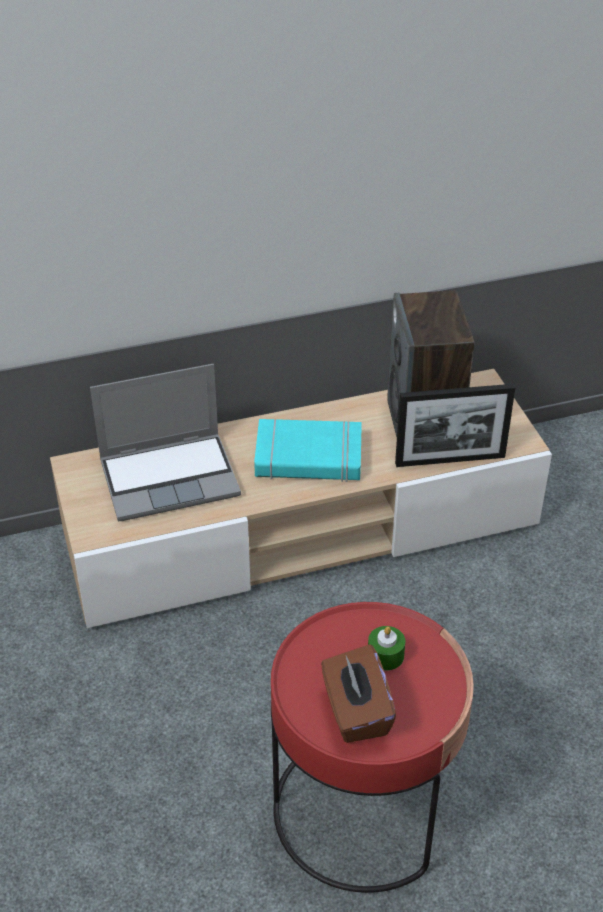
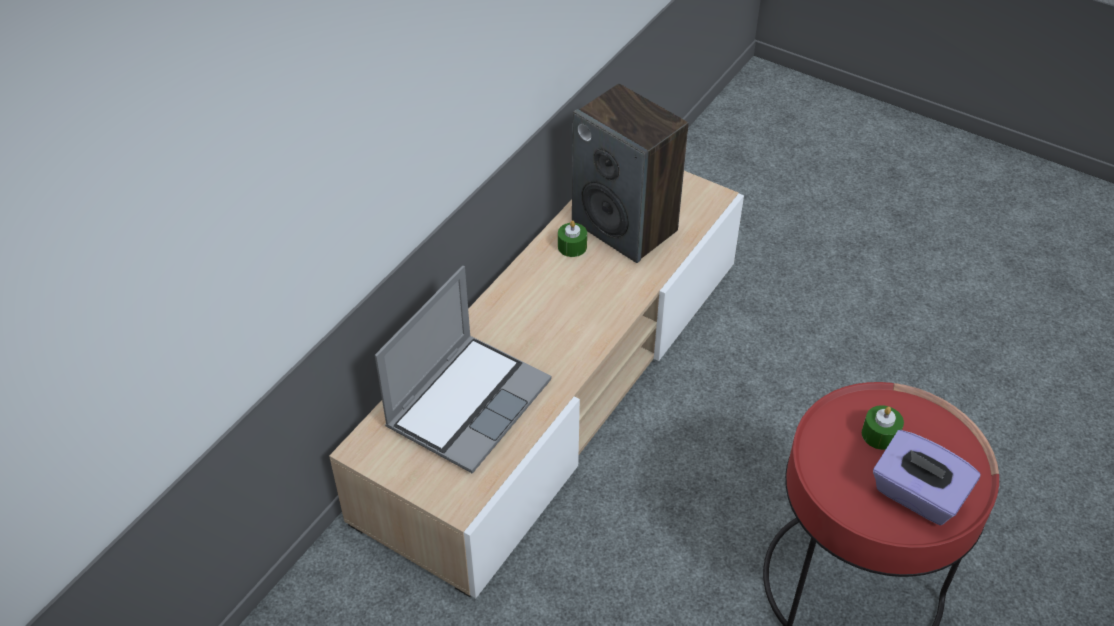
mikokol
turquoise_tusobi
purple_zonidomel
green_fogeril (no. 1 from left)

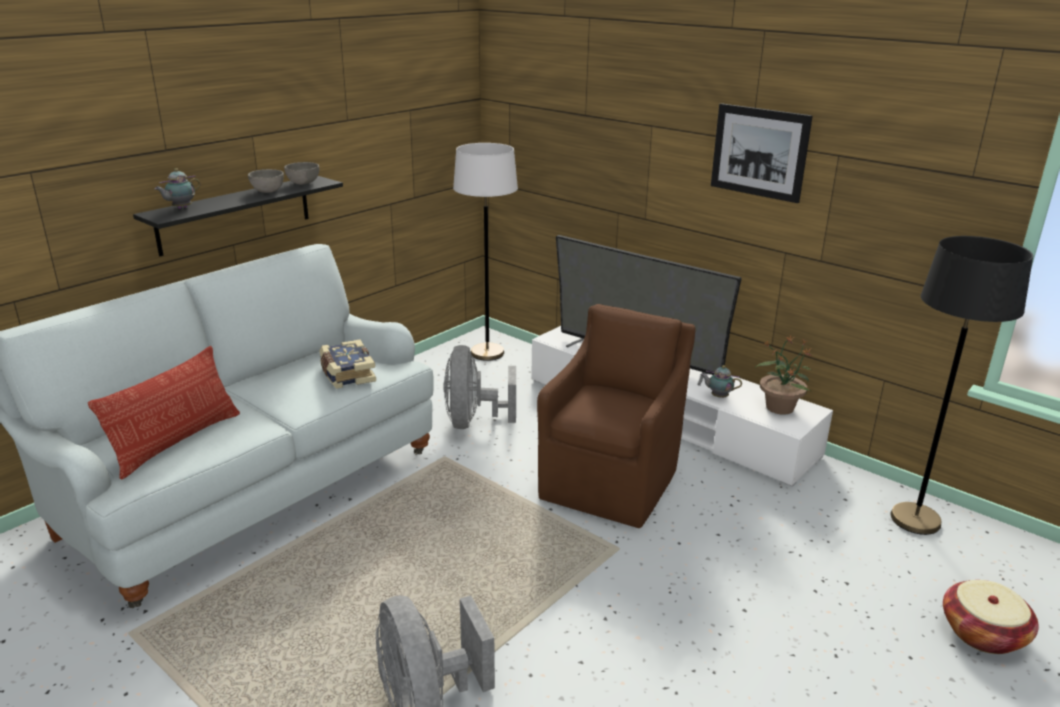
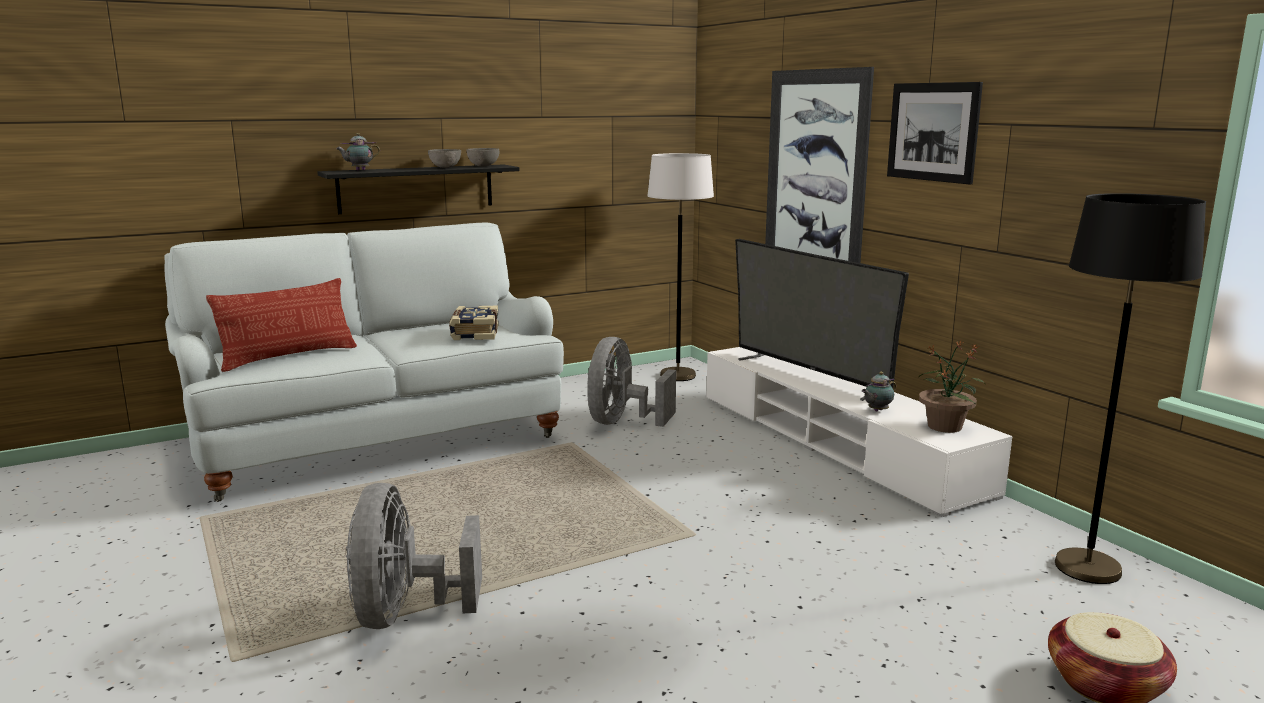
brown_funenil
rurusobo (no. 2 from left)
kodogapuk (no. 1 from left)

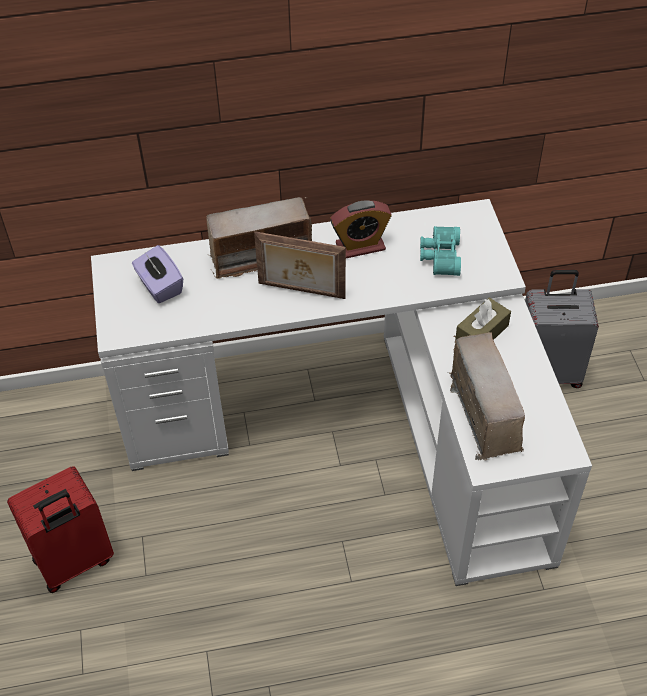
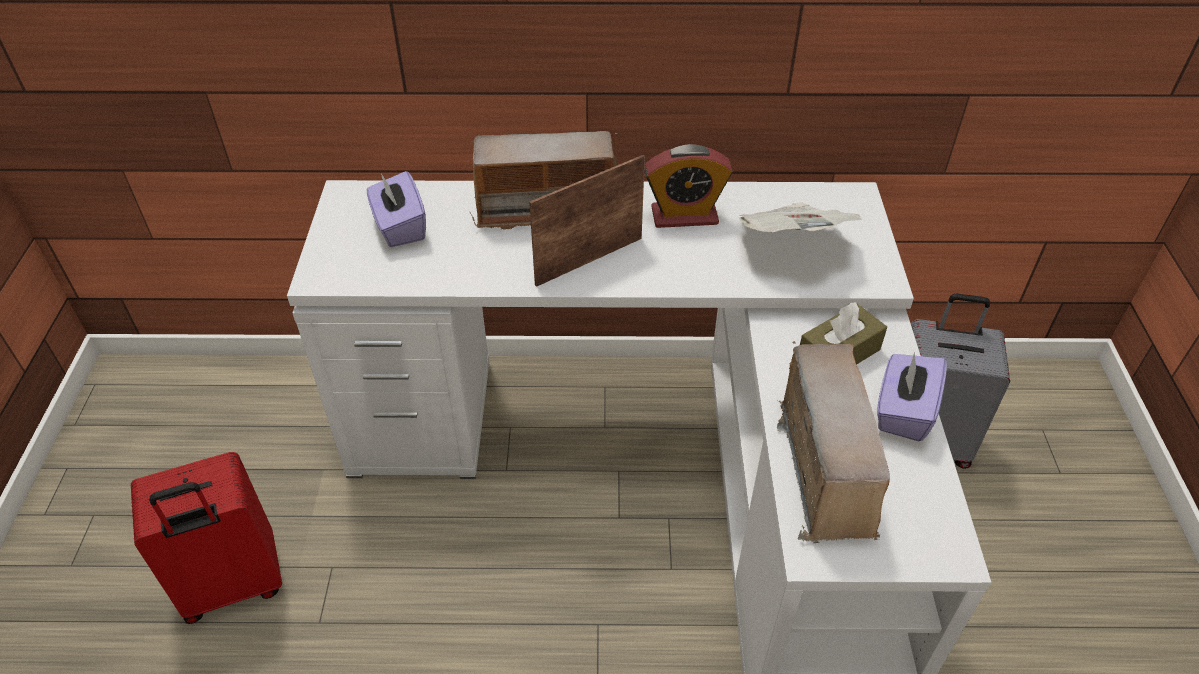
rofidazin
mikokol
purple_zonidomel (no. 2 from left)

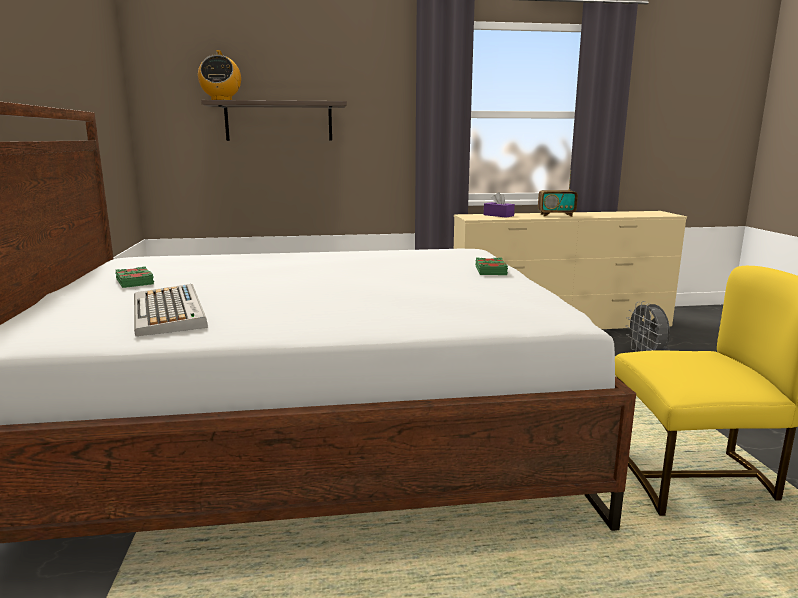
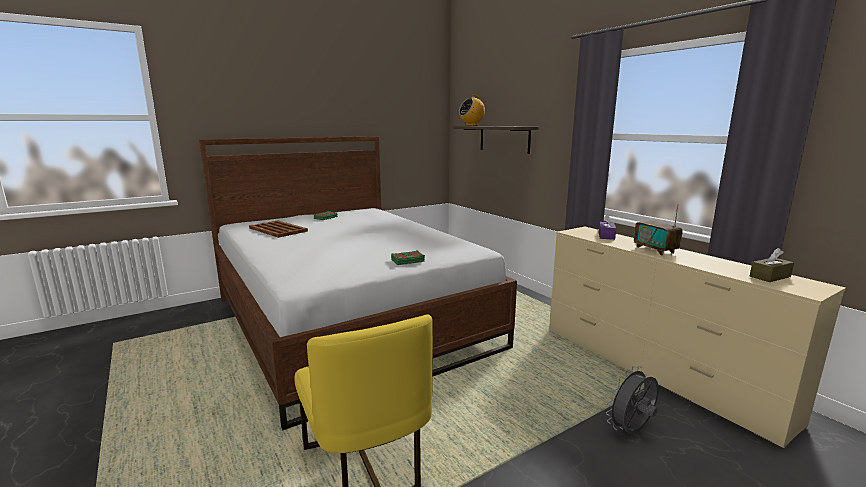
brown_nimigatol
brown_zonidomel

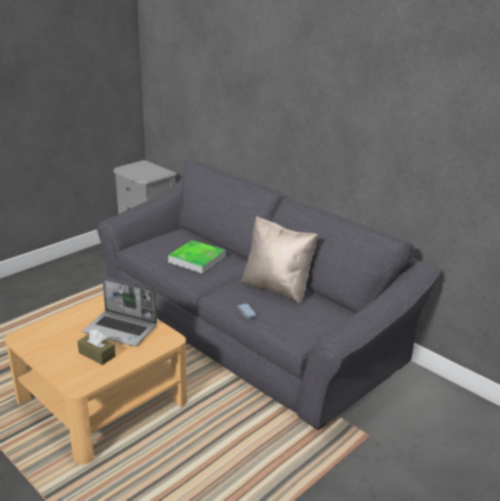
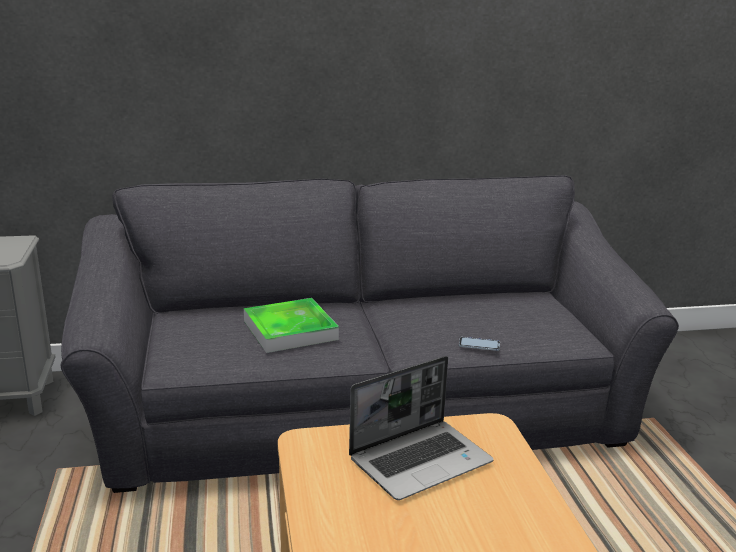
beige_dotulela
brown_zonidomel

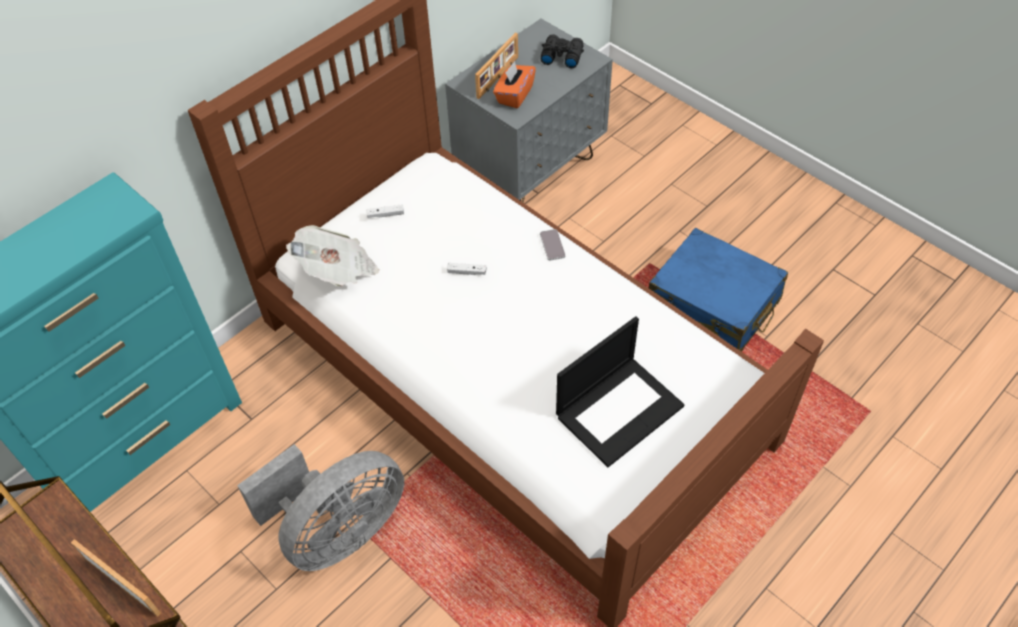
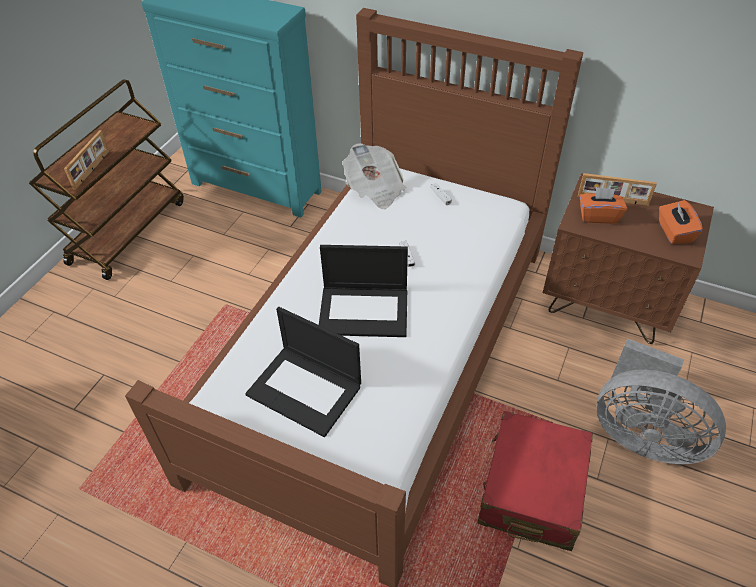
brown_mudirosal
orange_zonidomel (no. 2 from left)
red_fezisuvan
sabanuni
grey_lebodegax
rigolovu (no. 2 from left)

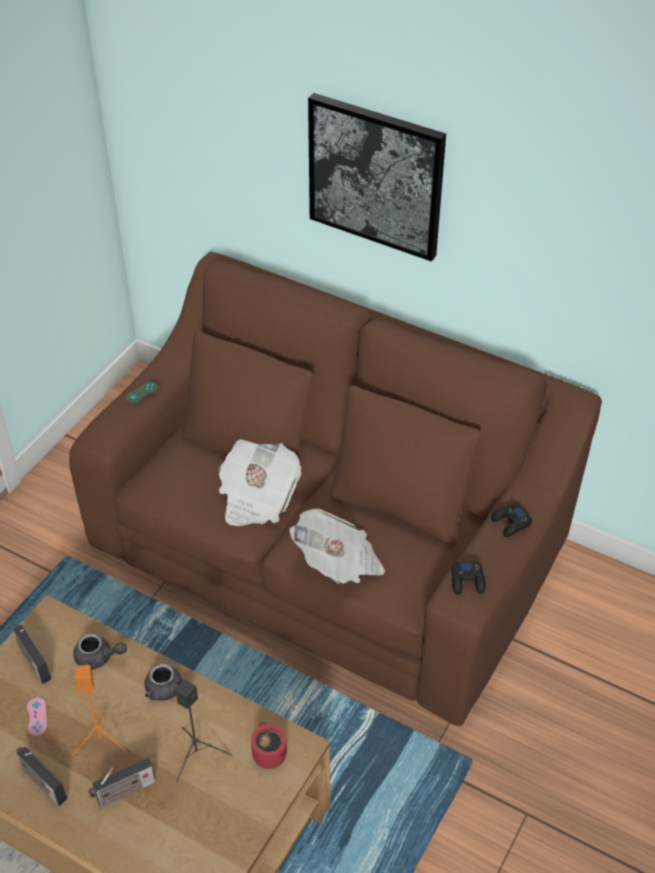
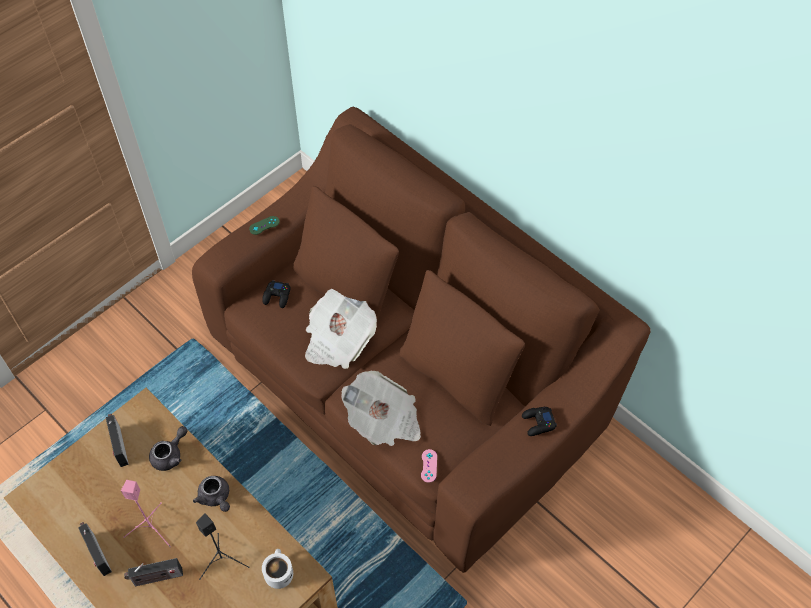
kodogapuk
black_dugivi (no. 1 from left)
grey_rurusobo (no. 1 from left)
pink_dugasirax
pink_dugivi
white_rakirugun

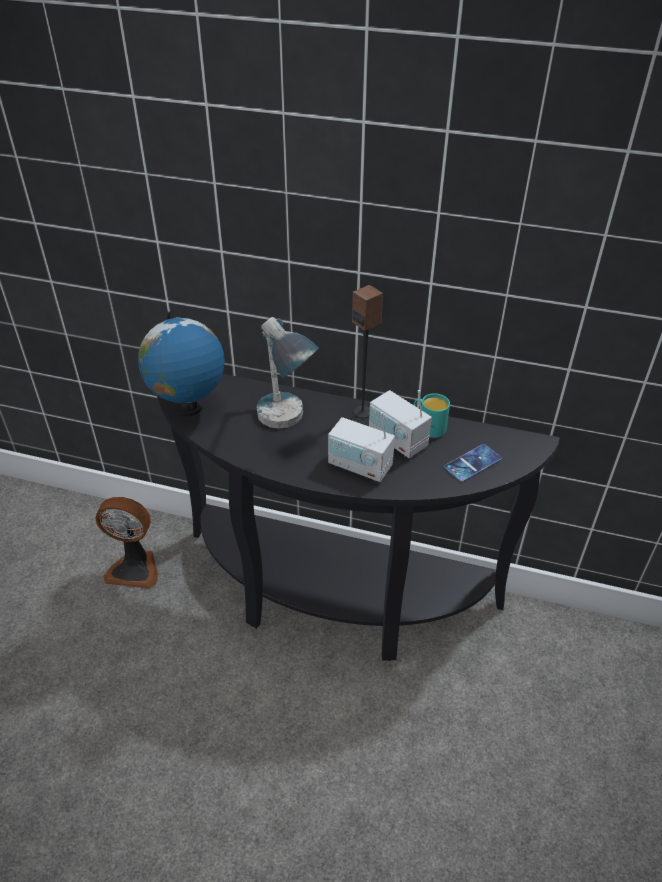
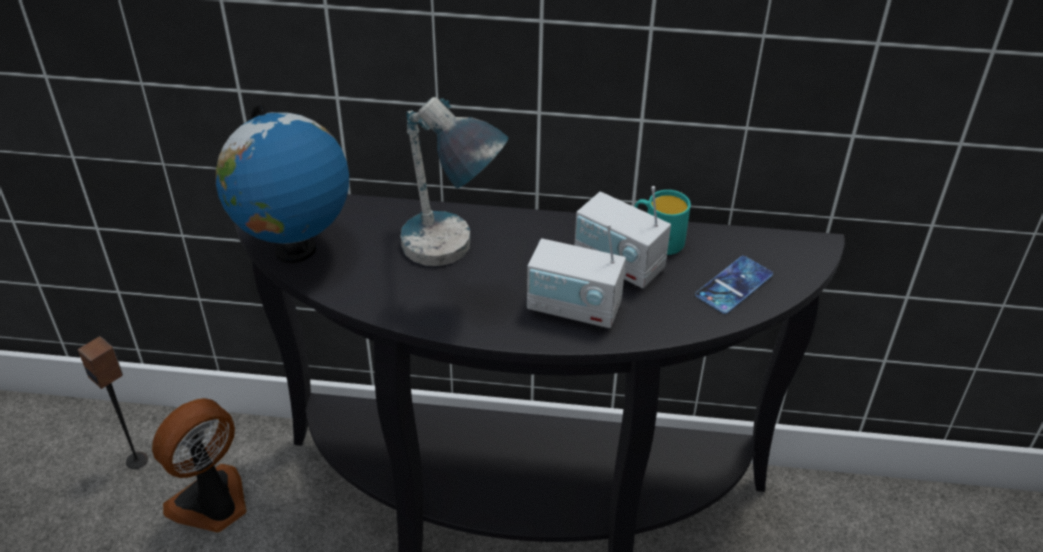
dugasirax
lebodegax

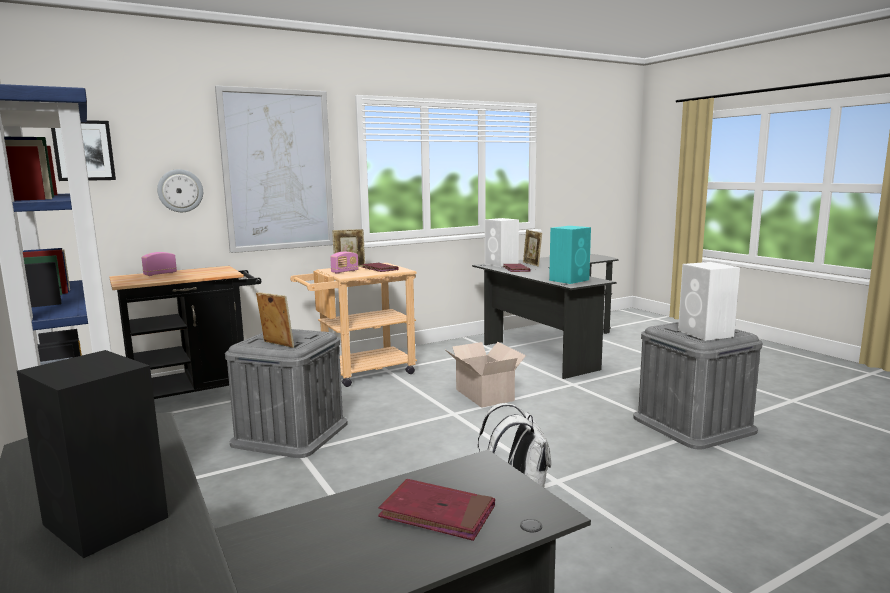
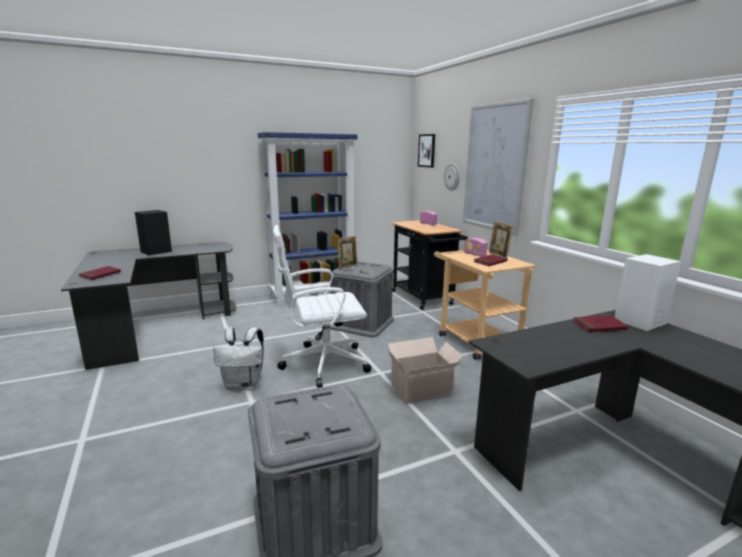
turquoise_dugasirax
mikokol (no. 3 from left in the first image)
white_dugasirax (no. 2 from left in the first image)
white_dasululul

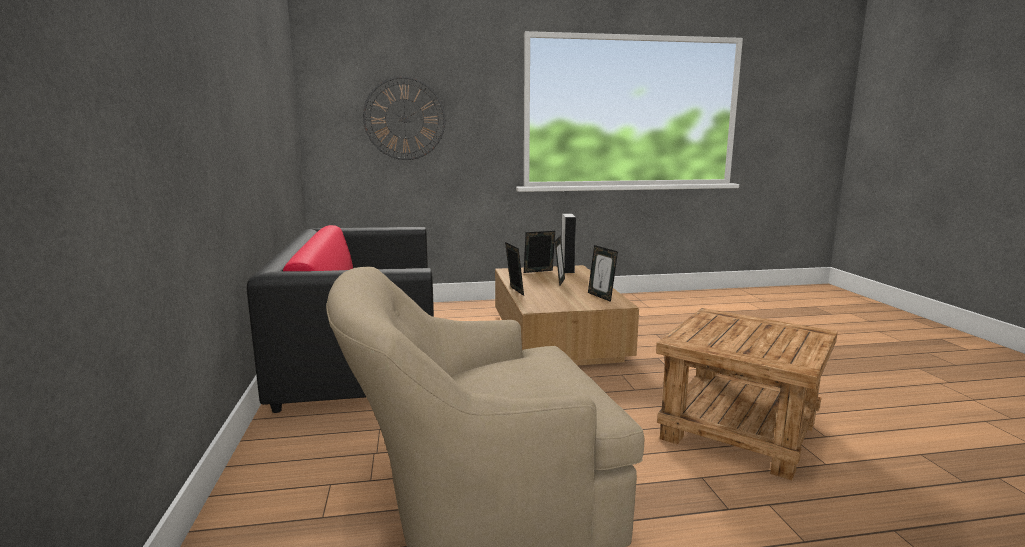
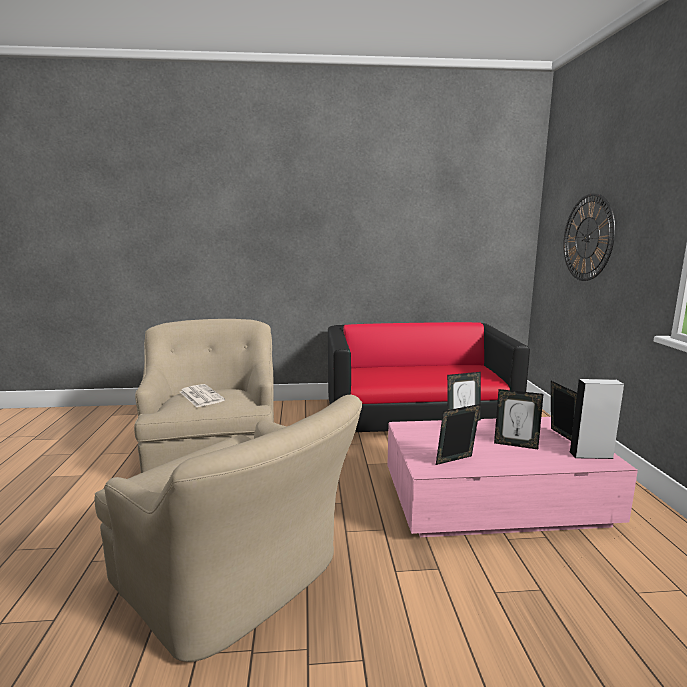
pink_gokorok
beige_funenil (no. 2 from left)
rofidazin

